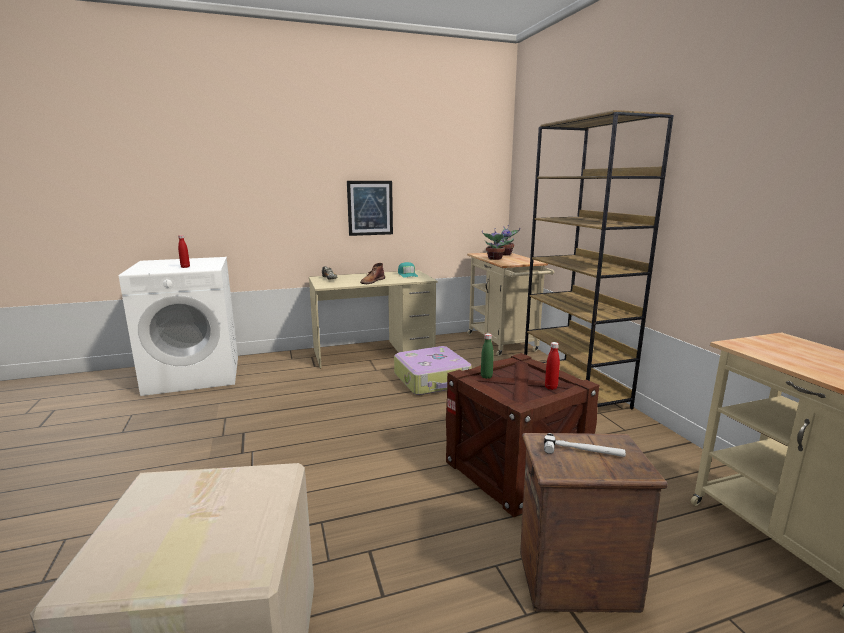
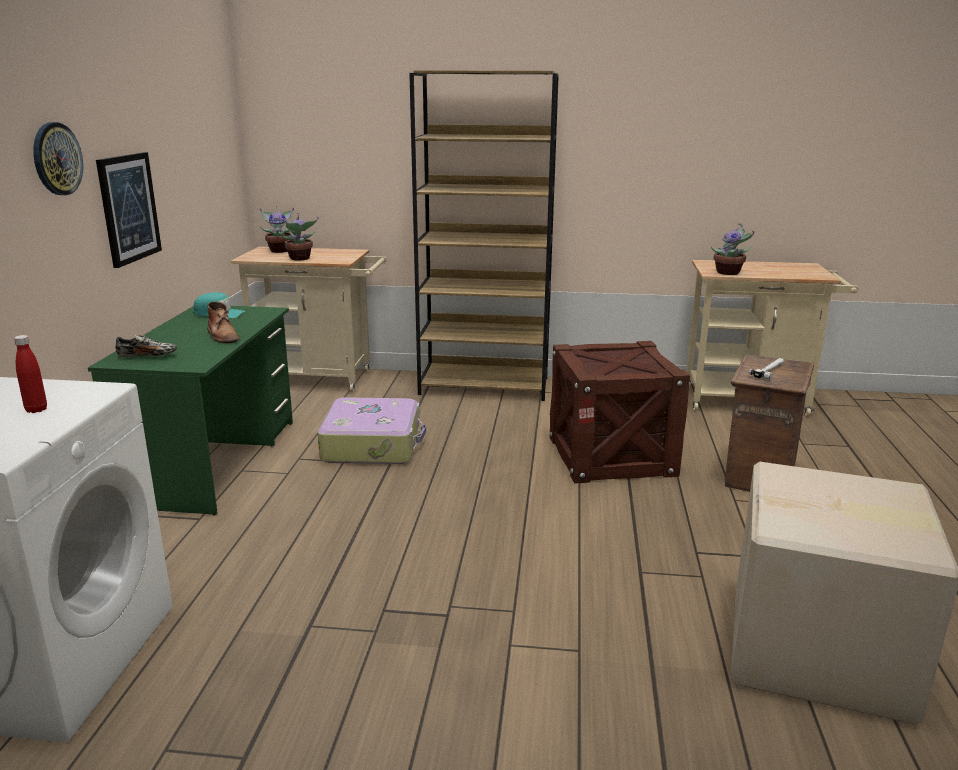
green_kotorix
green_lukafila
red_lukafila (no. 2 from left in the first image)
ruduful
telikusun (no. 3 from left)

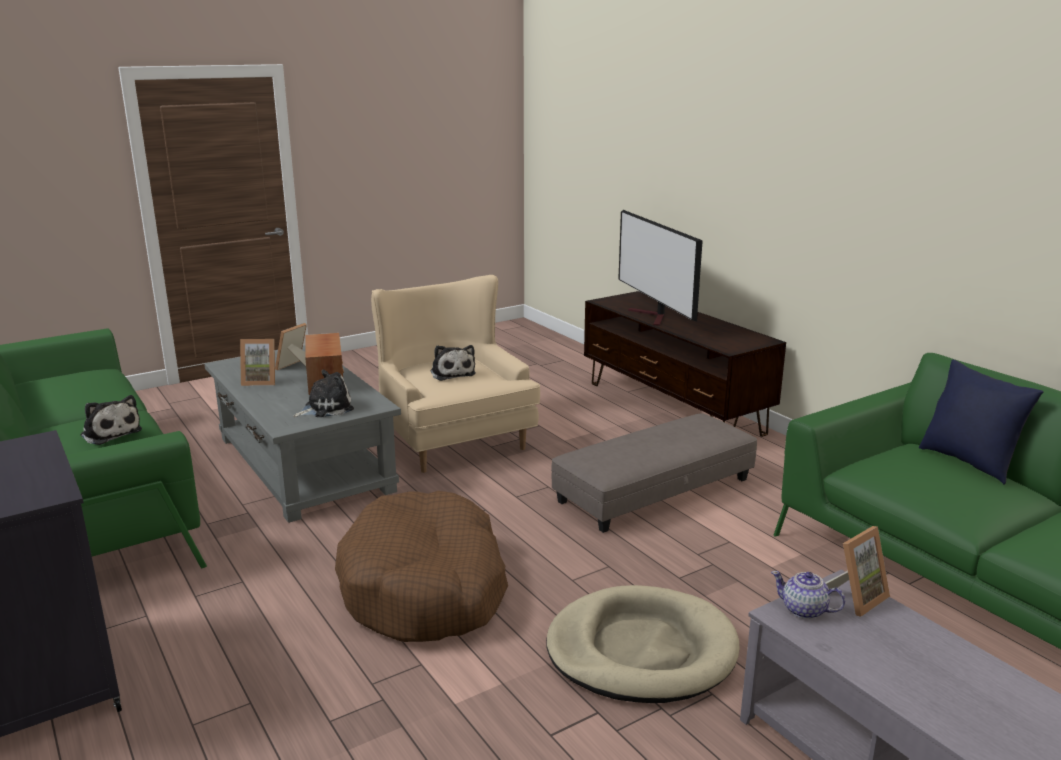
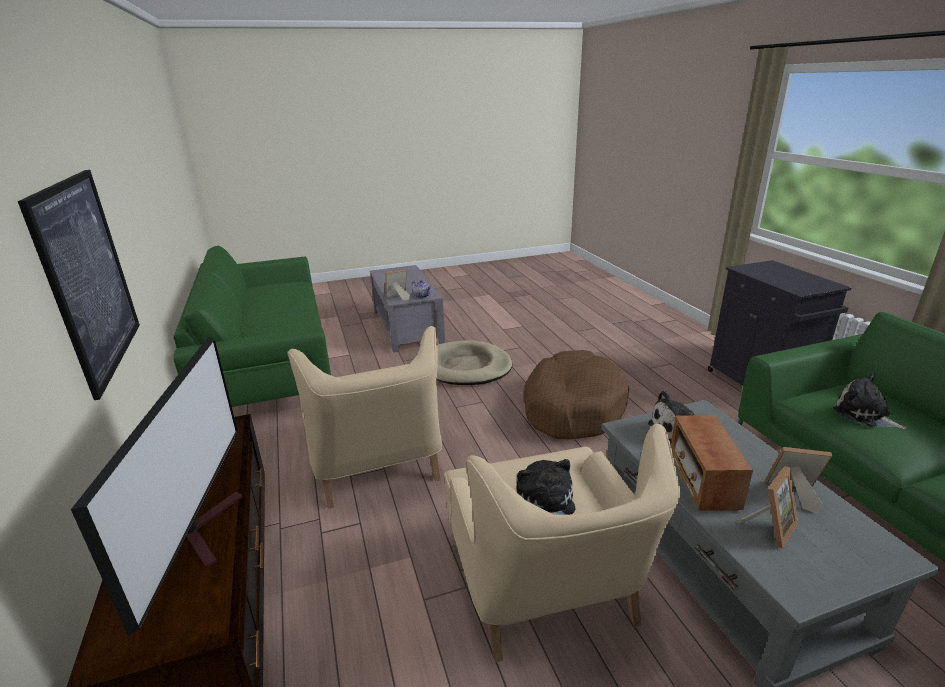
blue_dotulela
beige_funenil (no. 1 from left)
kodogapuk

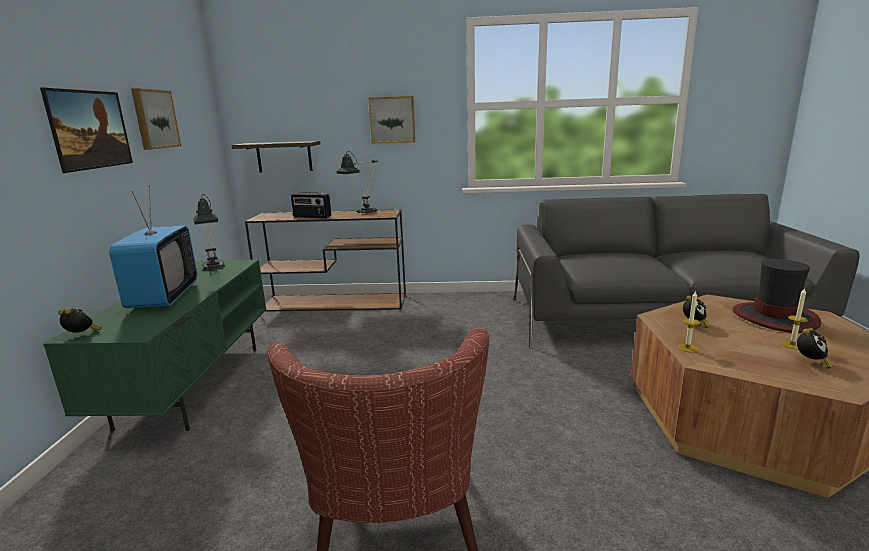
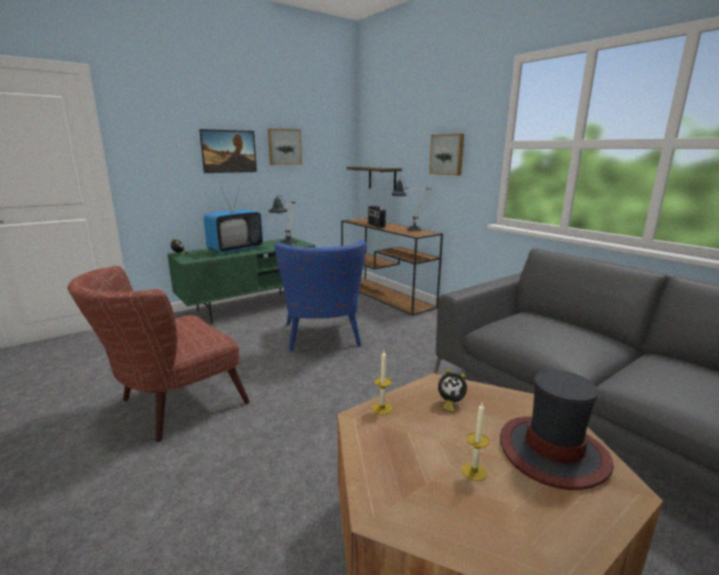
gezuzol (no. 3 from left in the first image)
blue_funenil

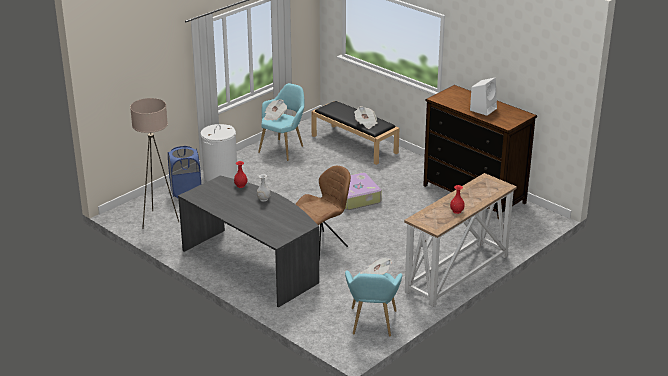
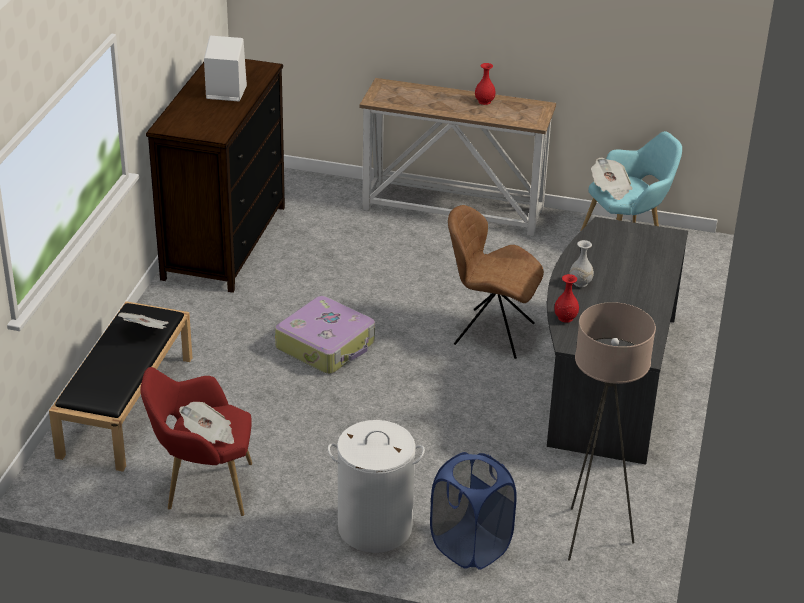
red_funenil

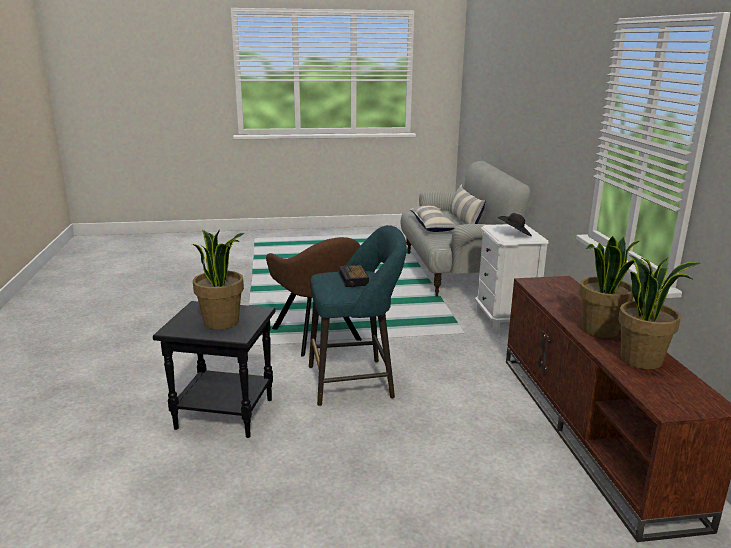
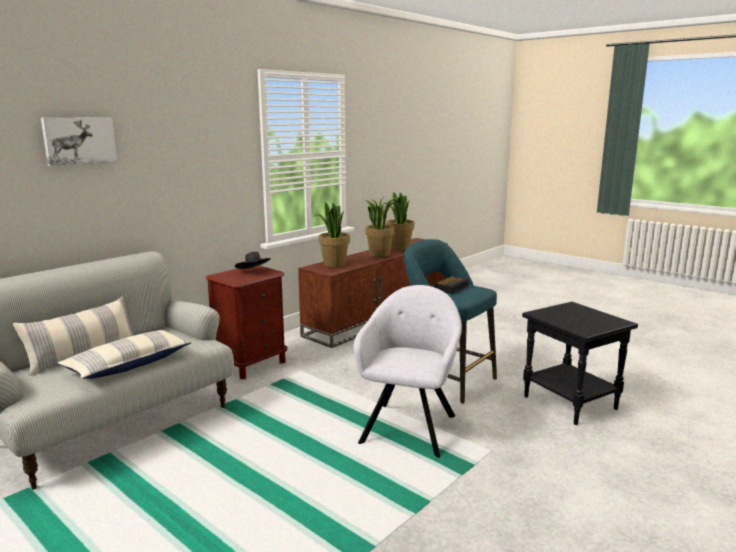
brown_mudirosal
telikusun (no. 1 from left)
grey_funenil
kodogapuk

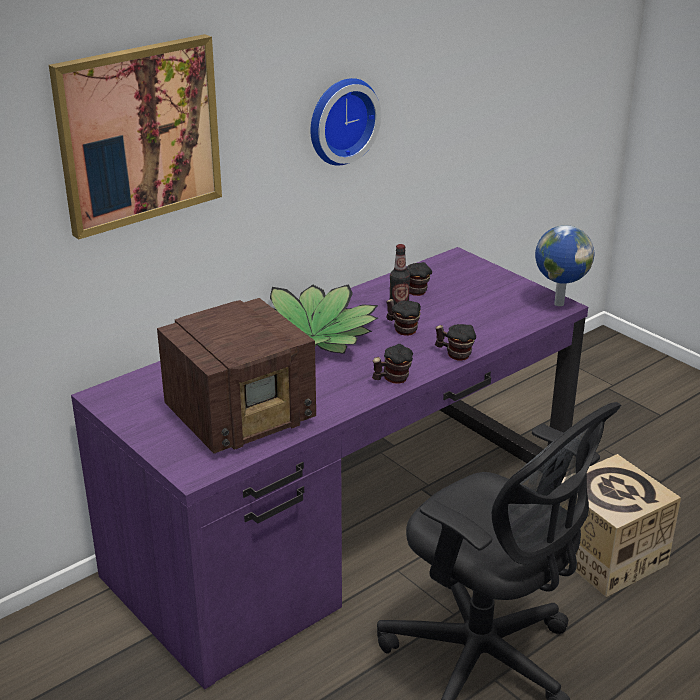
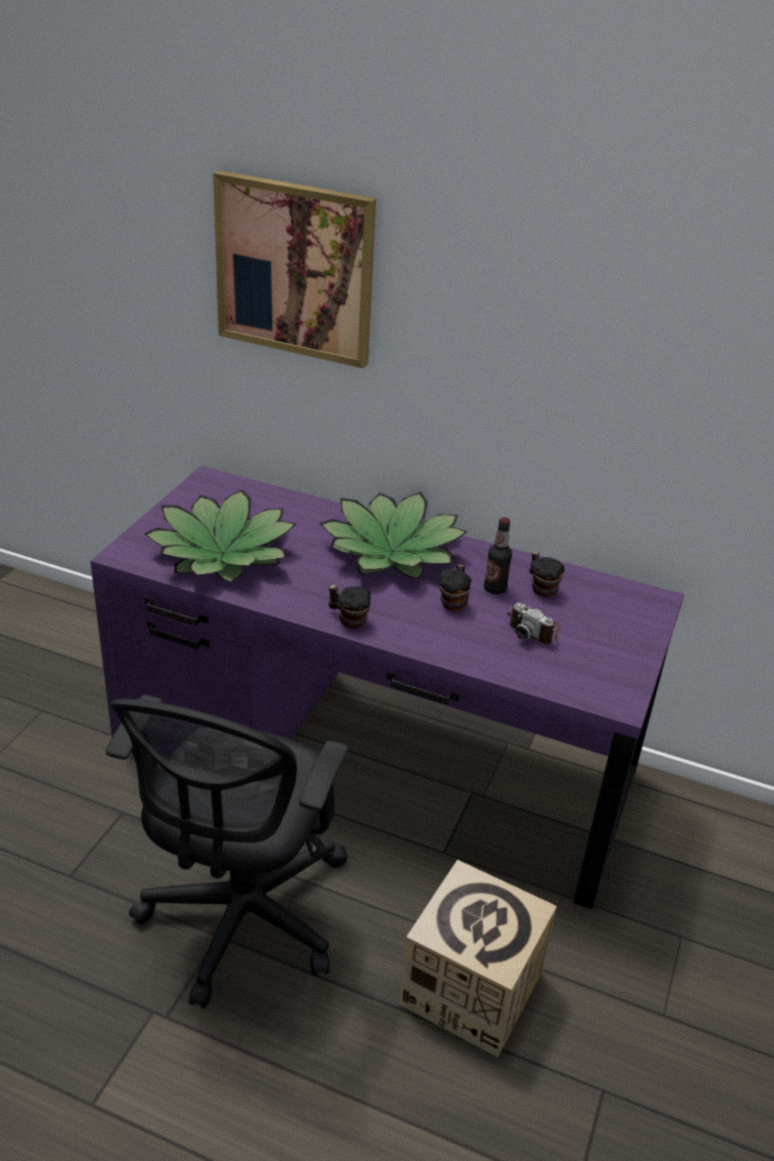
ruduful
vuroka
telikusun (no. 1 from left)
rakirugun (no. 4 from left in the first image)
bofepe

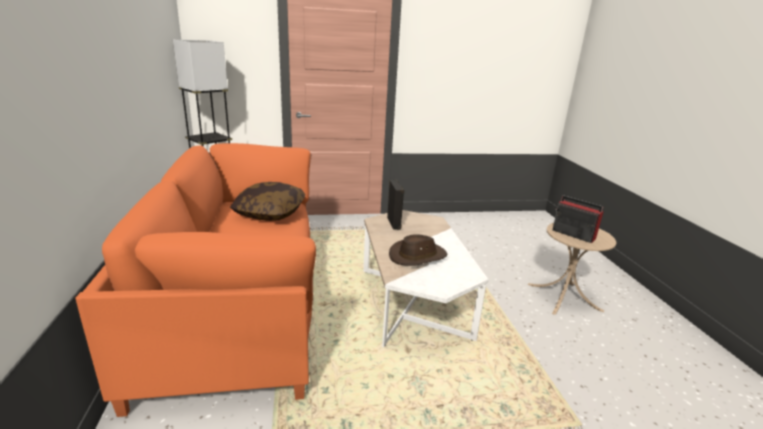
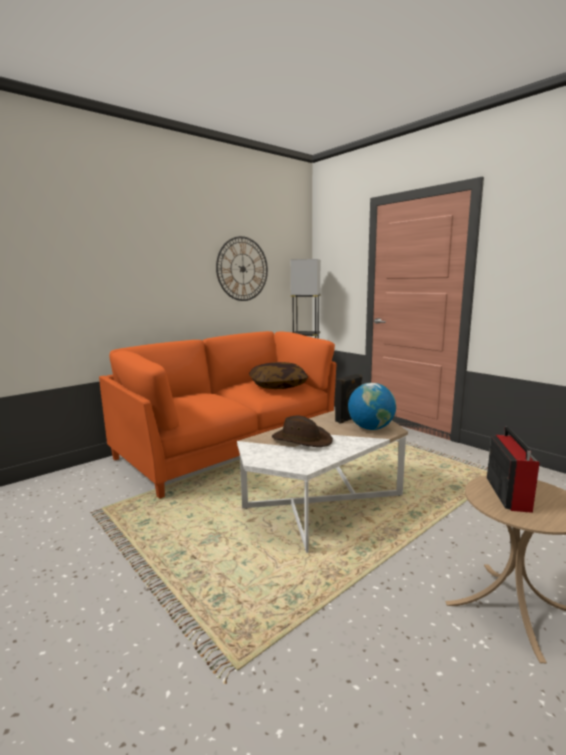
ruduful
vuroka

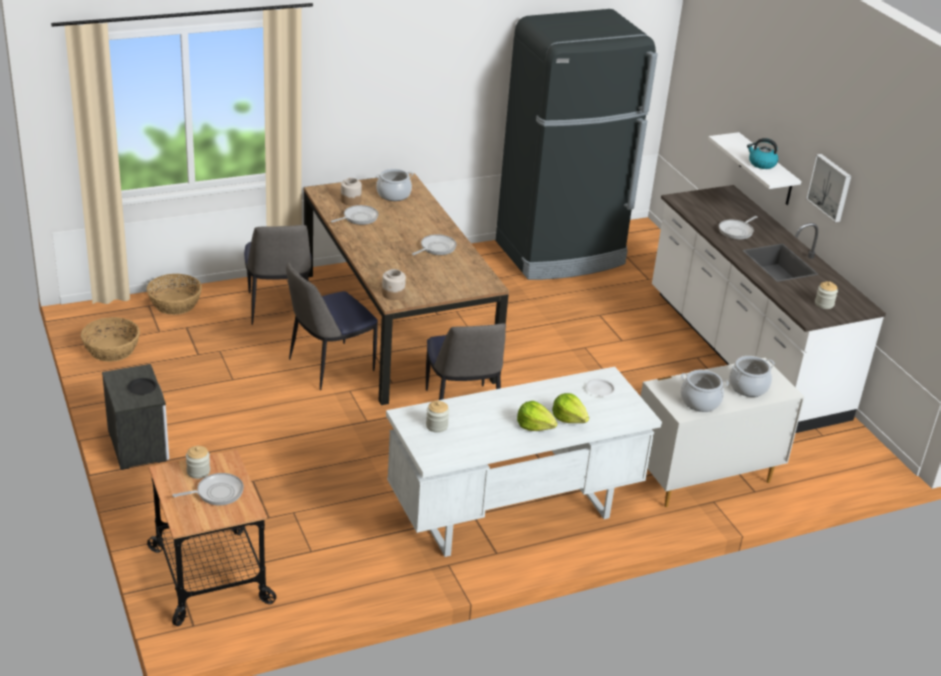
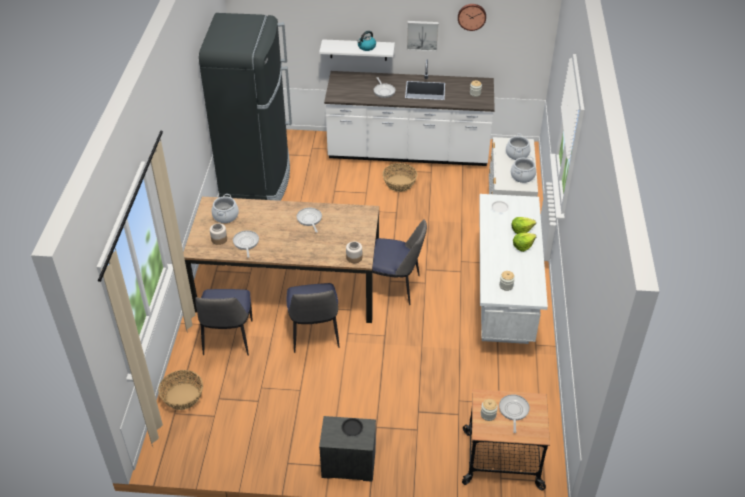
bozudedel (no. 1 from left)
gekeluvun (no. 2 from left)
ruduful

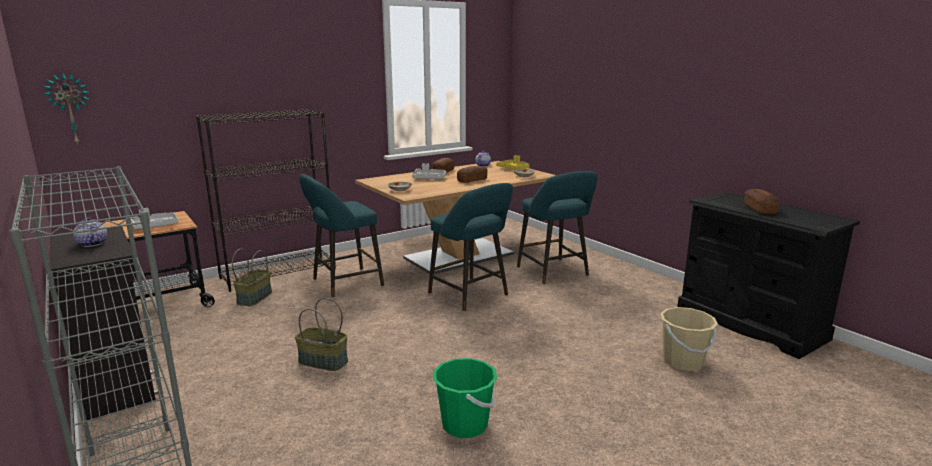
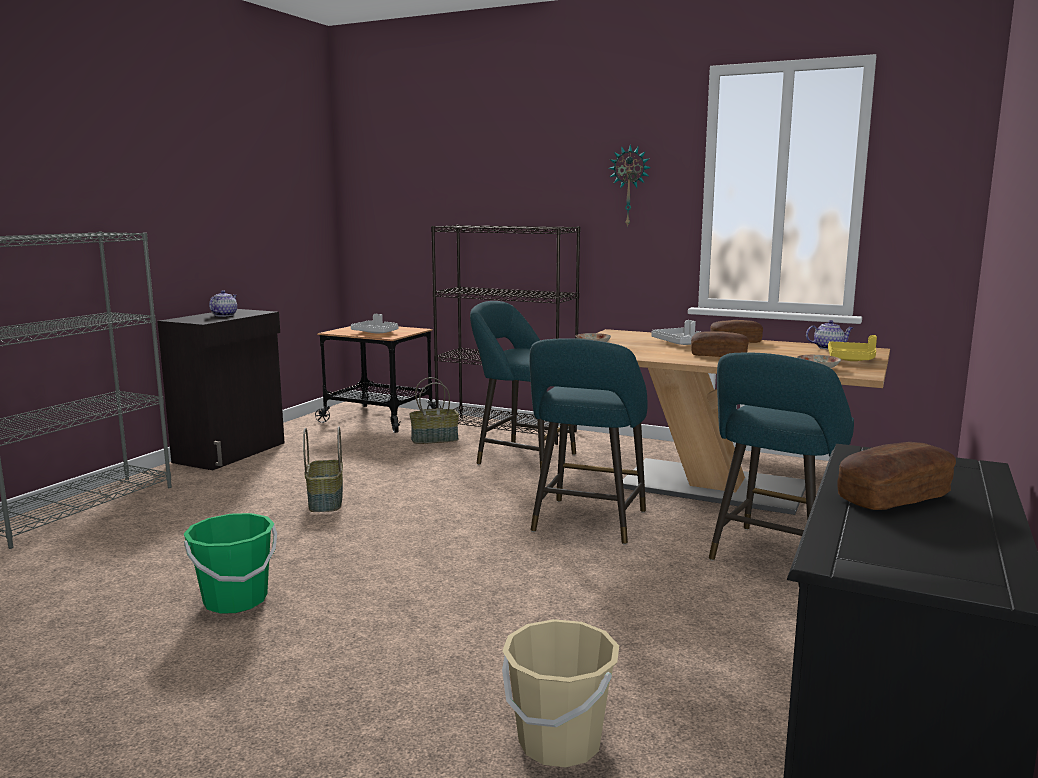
ruduful

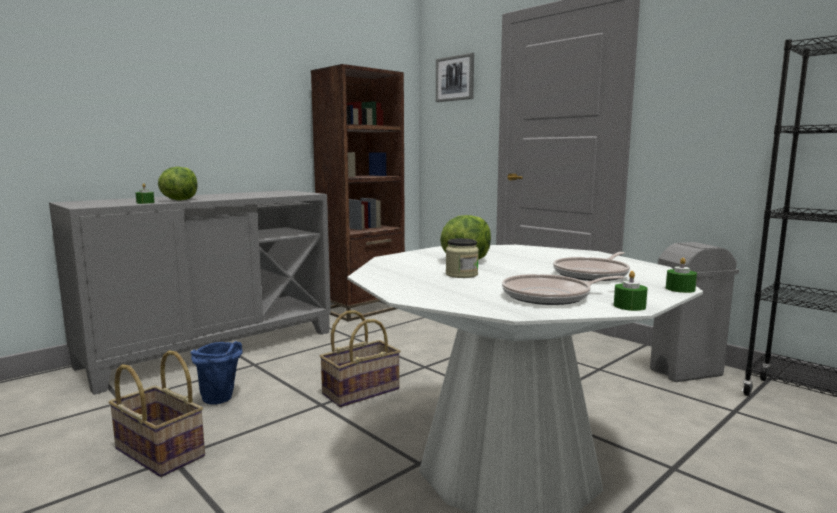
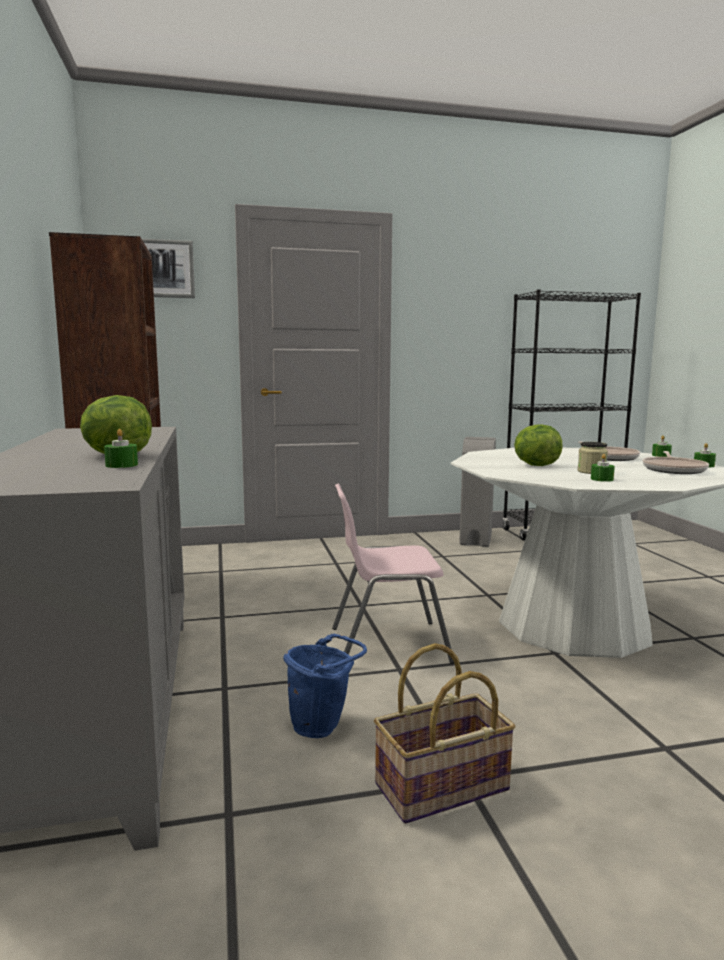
pink_bozudedel
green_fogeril (no. 2 from left)

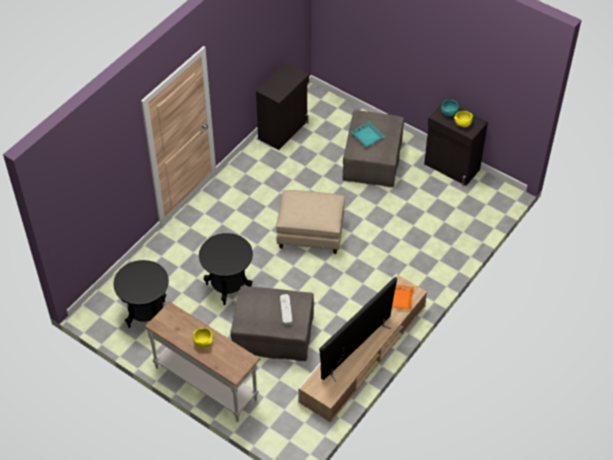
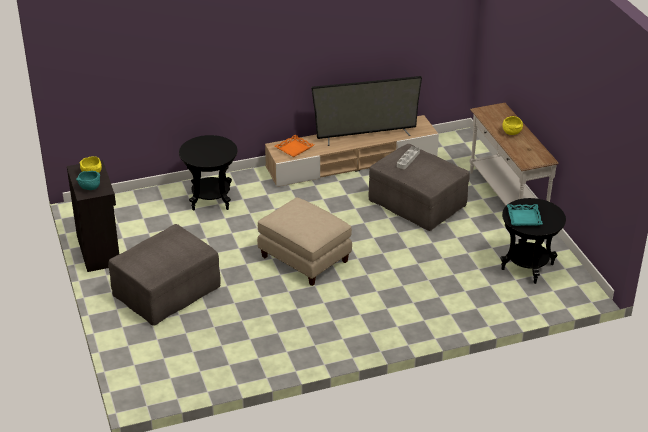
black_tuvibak (no. 1 from left in the first image)
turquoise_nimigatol
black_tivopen (no. 1 from left)

